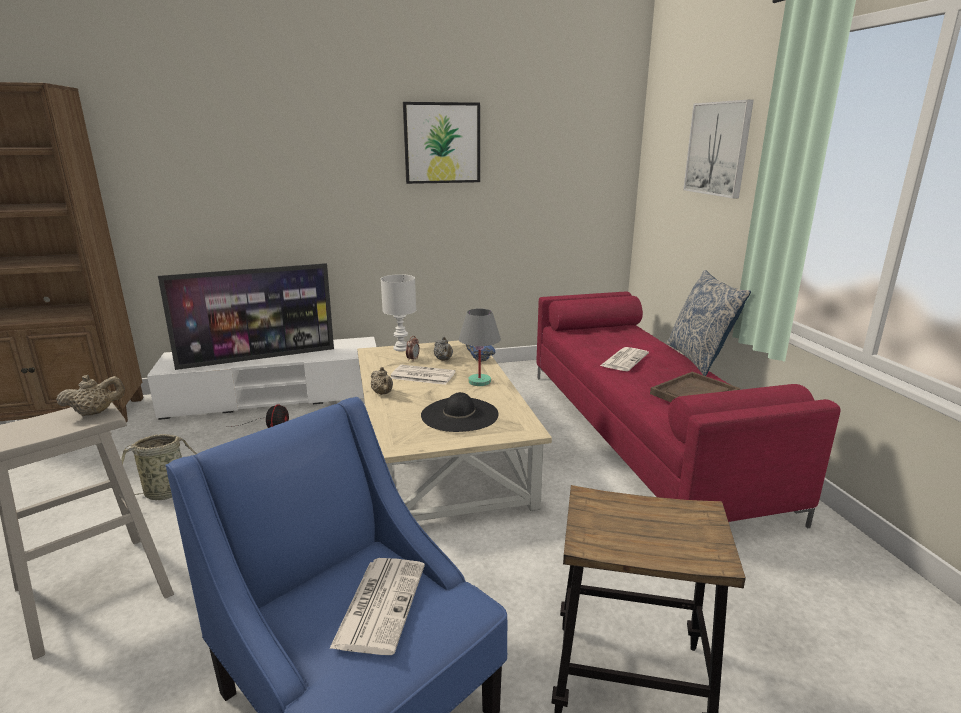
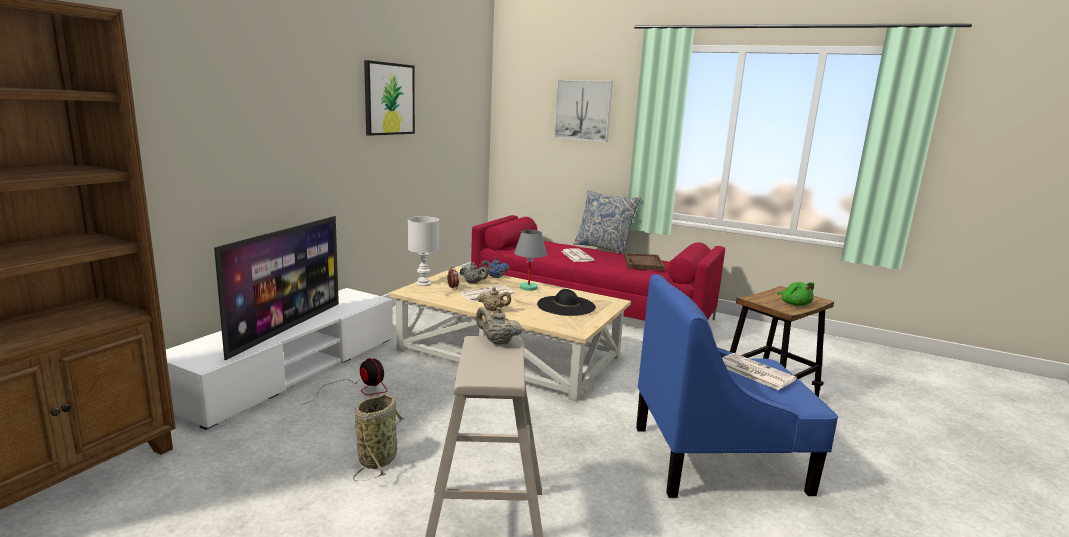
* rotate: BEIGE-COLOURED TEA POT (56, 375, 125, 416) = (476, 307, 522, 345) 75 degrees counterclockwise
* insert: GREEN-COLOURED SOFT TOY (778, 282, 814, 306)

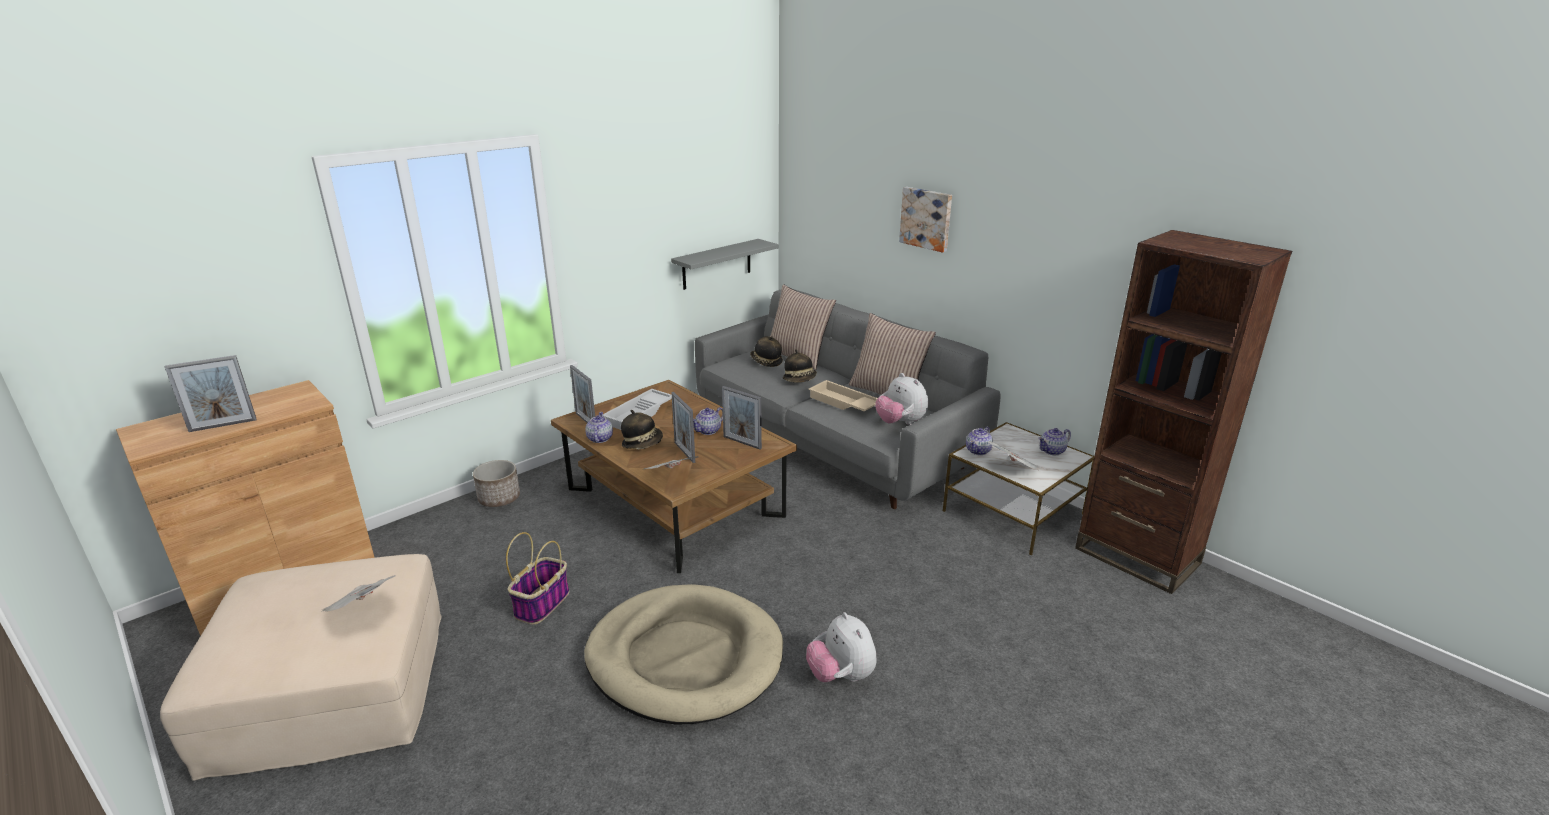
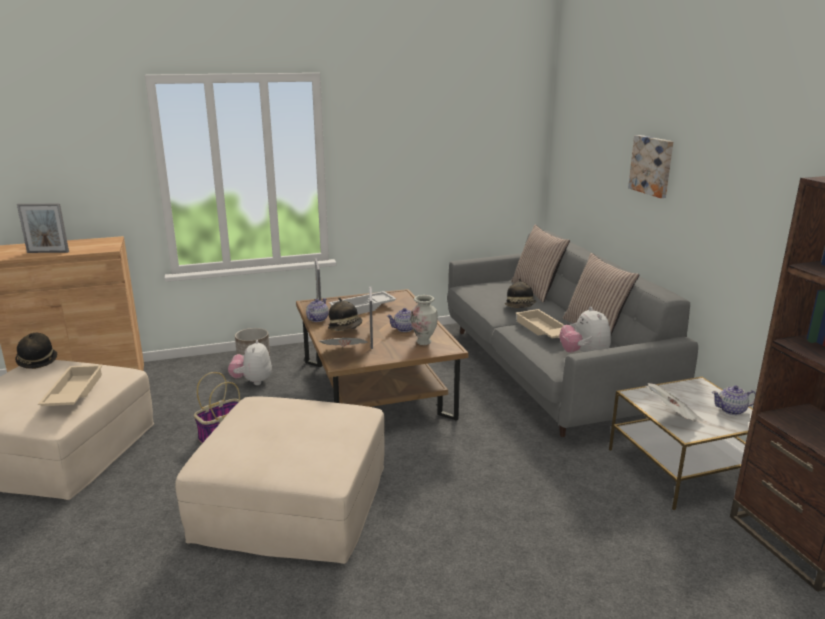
* move: HAT (750, 336, 783, 367) to (15, 333, 57, 369)
* replace: NEWSPAPER (322, 575, 396, 612) to BEIGE-COLOURED SERVING TRAY (38, 365, 102, 406)
* replace: BEIGE-COLOURED DOG BED (584, 584, 783, 724) to BEIGE-COLOURED POUFFE (175, 396, 385, 564)
* move: SOFT TOY (806, 612, 877, 682) to (228, 340, 272, 385)
* replace: PICTURE FRAME (722, 386, 762, 450) to VASE (410, 295, 438, 345)
* delete: GREYISH SHELF (671, 239, 778, 290)
* delete: TEA POT (966, 427, 993, 455)

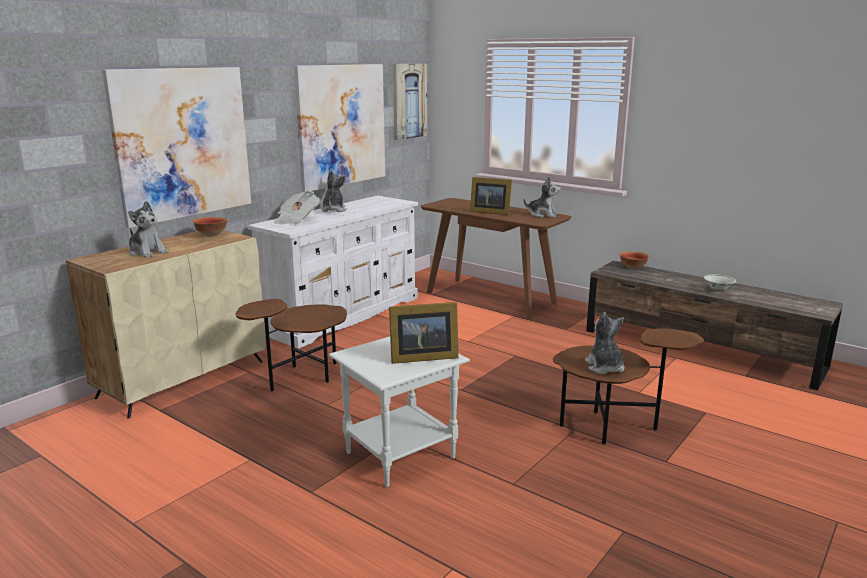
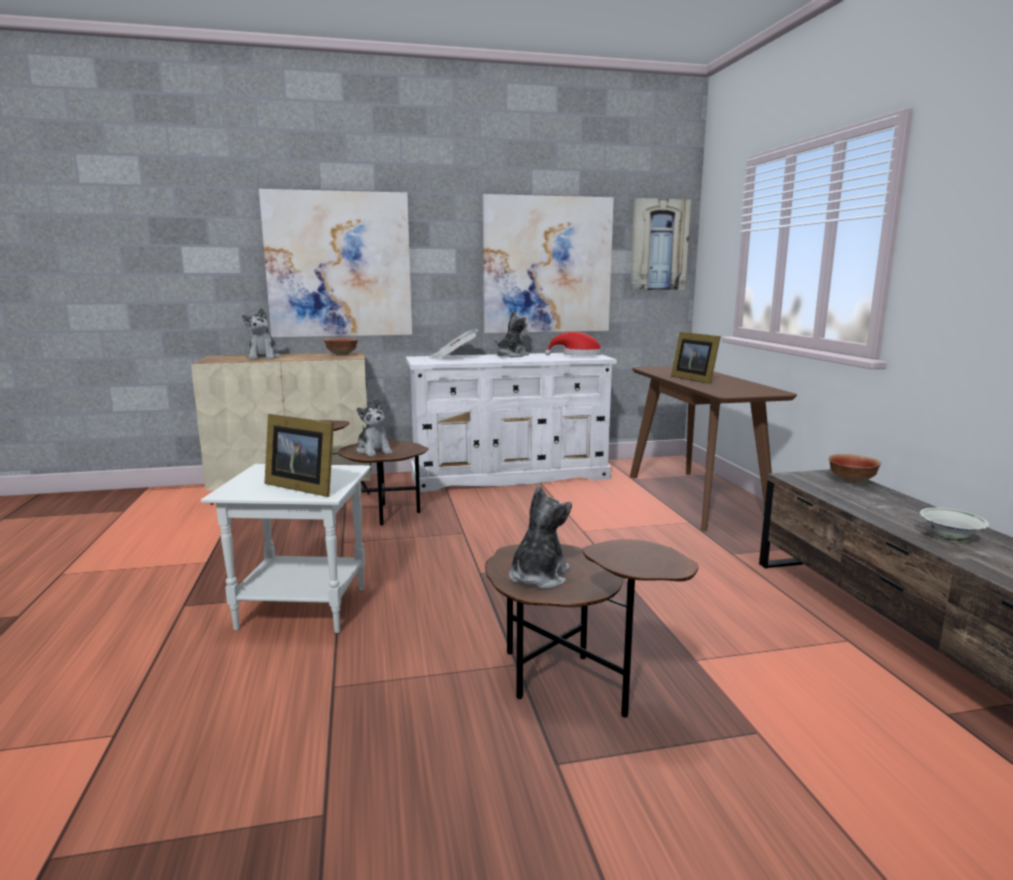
* move: SOFT TOY (523, 177, 561, 218) to (356, 398, 392, 457)
* insert: REDDISH HAT (545, 332, 602, 356)

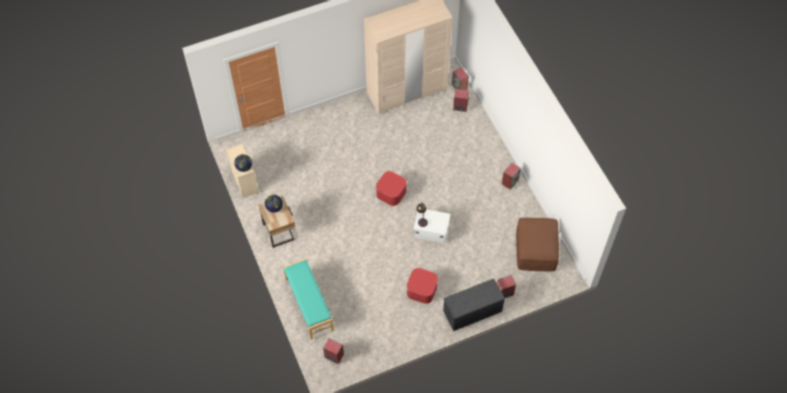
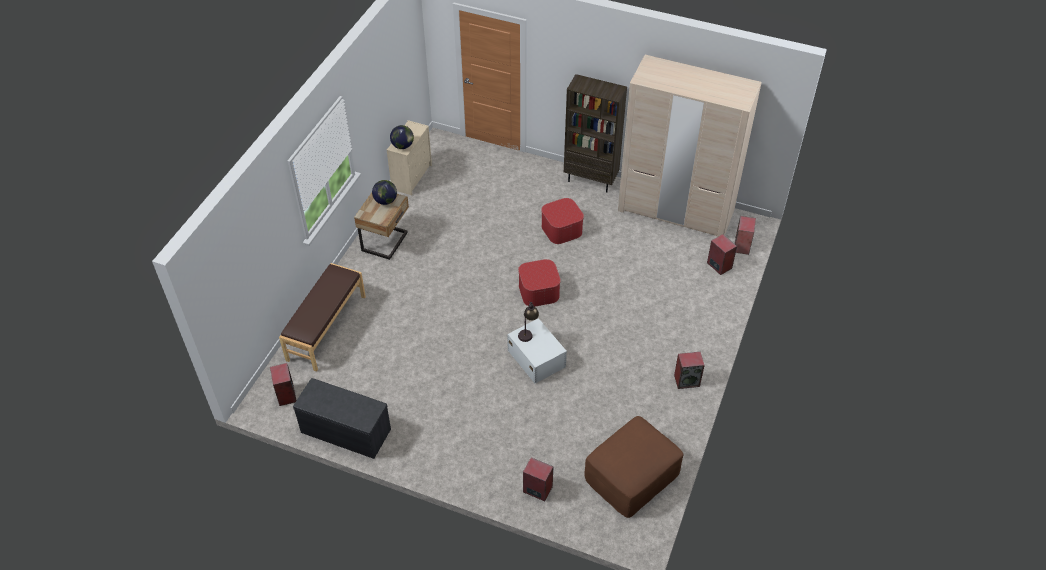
* recolor: TURQUOISE INDOOR BENCH (283, 259, 334, 340) to BROWNISH INDOOR BENCH (279, 263, 366, 372)
* move: GREYISH INDOOR BENCH (443, 279, 505, 331) to (293, 378, 391, 459)
* move: POUFFE (407, 268, 438, 304) to (541, 198, 584, 244)
* insert: BROWNISH SHELVING UNIT (564, 74, 627, 192)

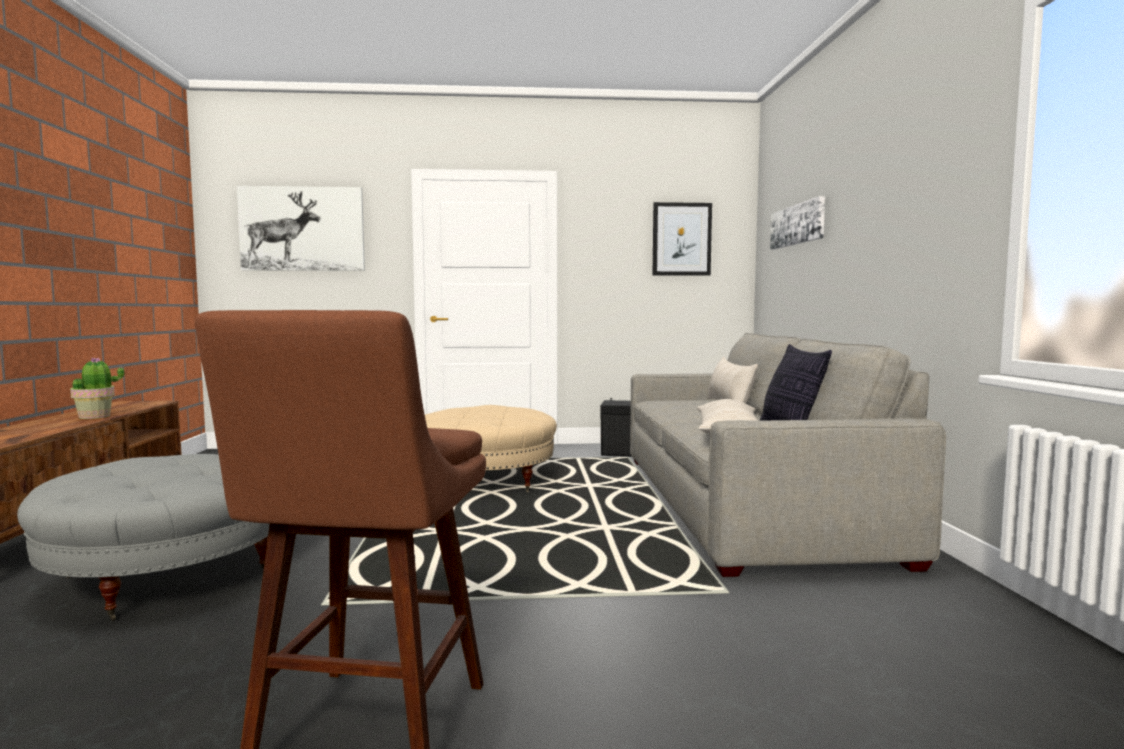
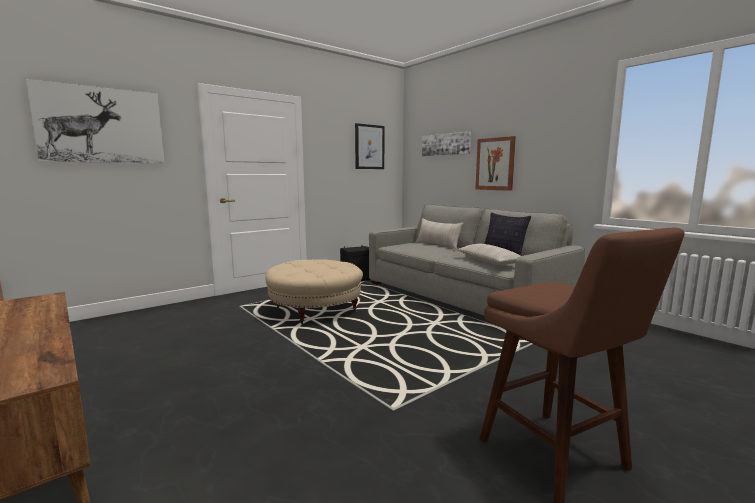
* insert: PICTURE (475, 136, 516, 191)
* delete: GREYISH POUFFE (17, 454, 270, 621)
* delete: HOUSEPLANT (70, 357, 124, 419)

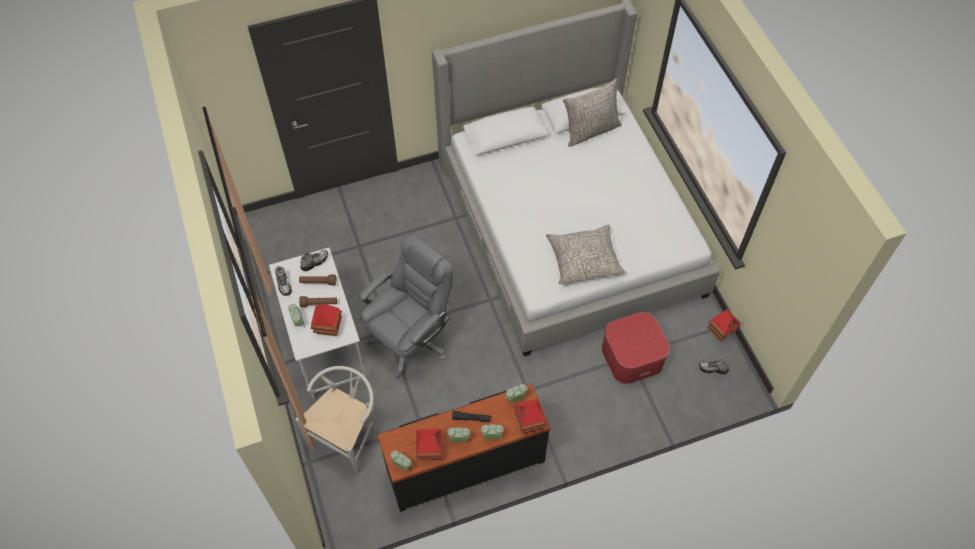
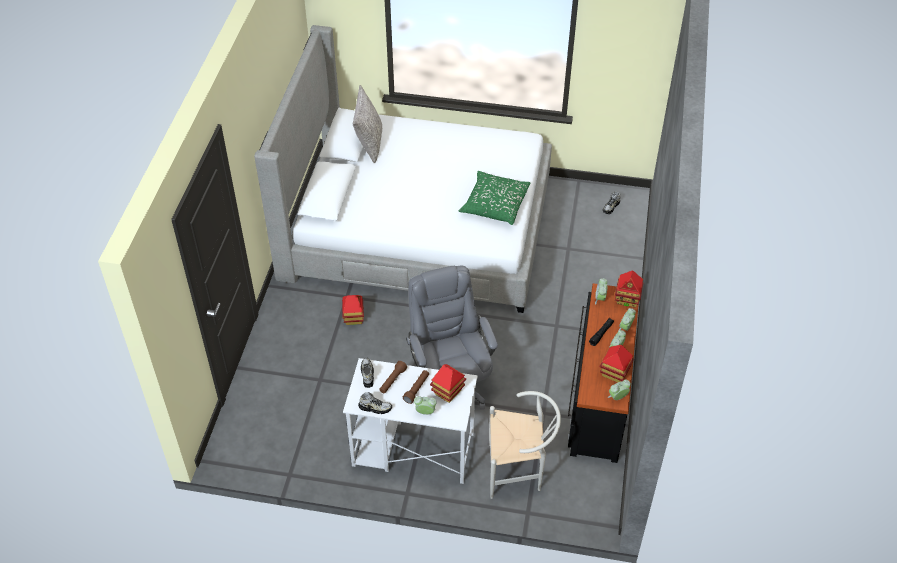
* move: TOY HOUSE (708, 309, 741, 341) to (342, 295, 364, 325)
* recolor: GREYISH THROW PILLOW (546, 225, 625, 284) to GREEN-COLOURED THROW PILLOW (459, 171, 530, 225)
* rotate: WHITE-COLOURED PLAIN CHAIR (295, 366, 377, 474) = (489, 391, 561, 499) 120 degrees clockwise
* delete: POUFFE (602, 312, 670, 384)

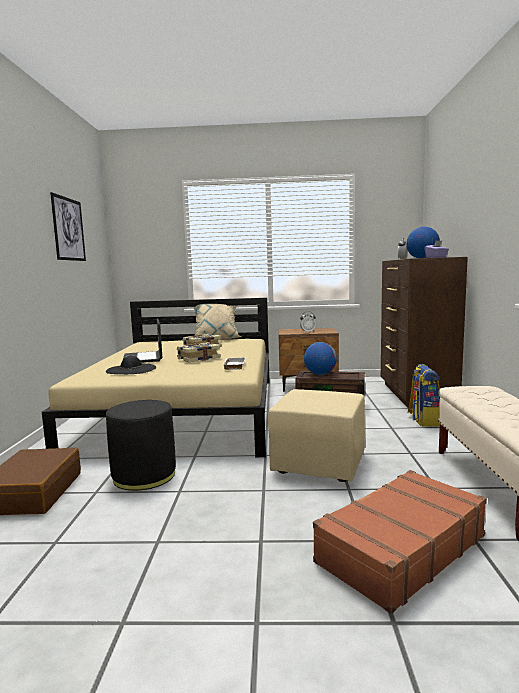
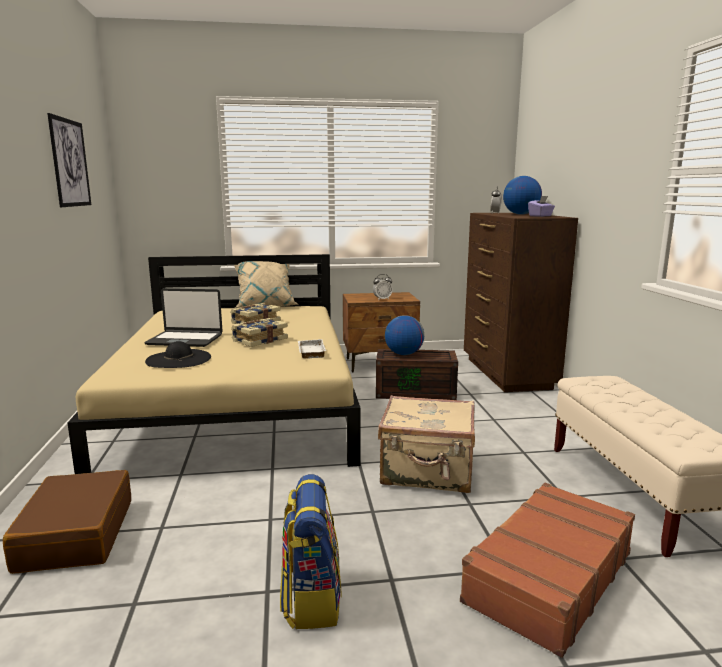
* rotate: NOTEBOOK COMPUTER (123, 319, 163, 363) = (145, 288, 223, 347) 60 degrees counterclockwise
* move: KNAPSACK (408, 364, 440, 427) to (280, 474, 341, 629)
* replace: BEIGE-COLOURED POUFFE (268, 389, 365, 482) to BEIGE-COLOURED SUITCASE (378, 395, 475, 493)
* delete: BLACK POUFFE (106, 400, 176, 491)

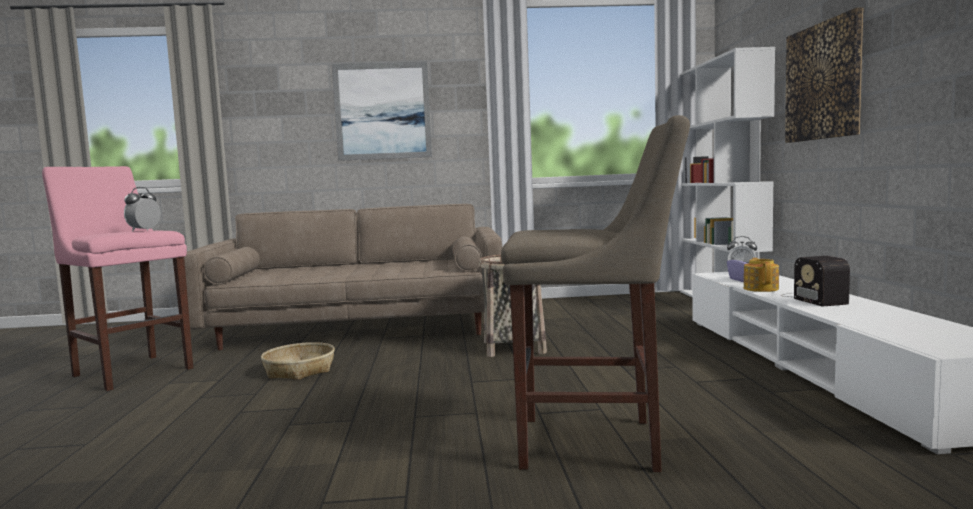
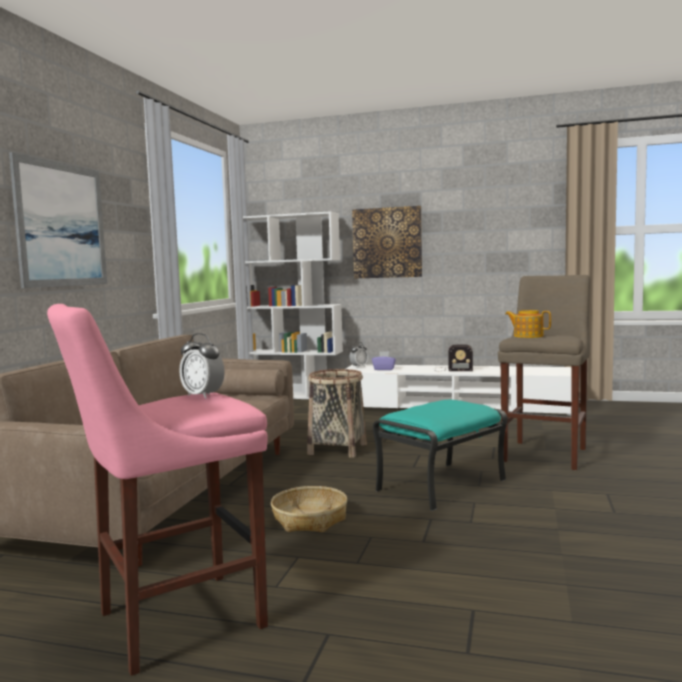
* insert: TURQUOISE POUFFE (373, 400, 508, 511)
* move: TEA POT (744, 258, 779, 292) to (505, 310, 551, 338)

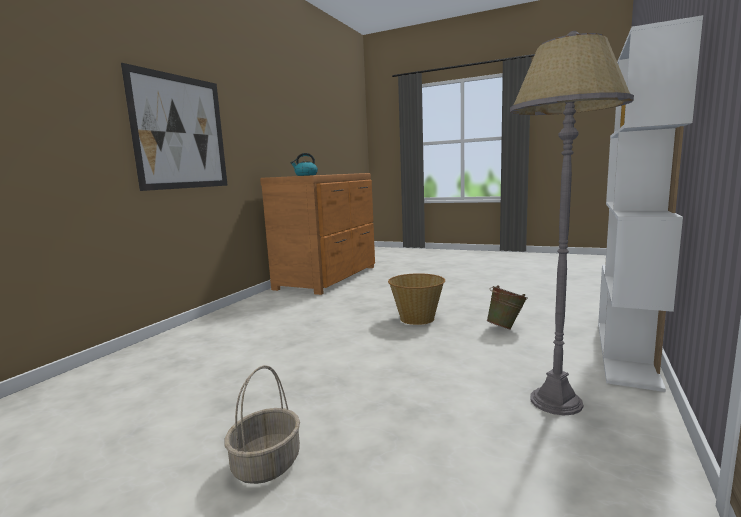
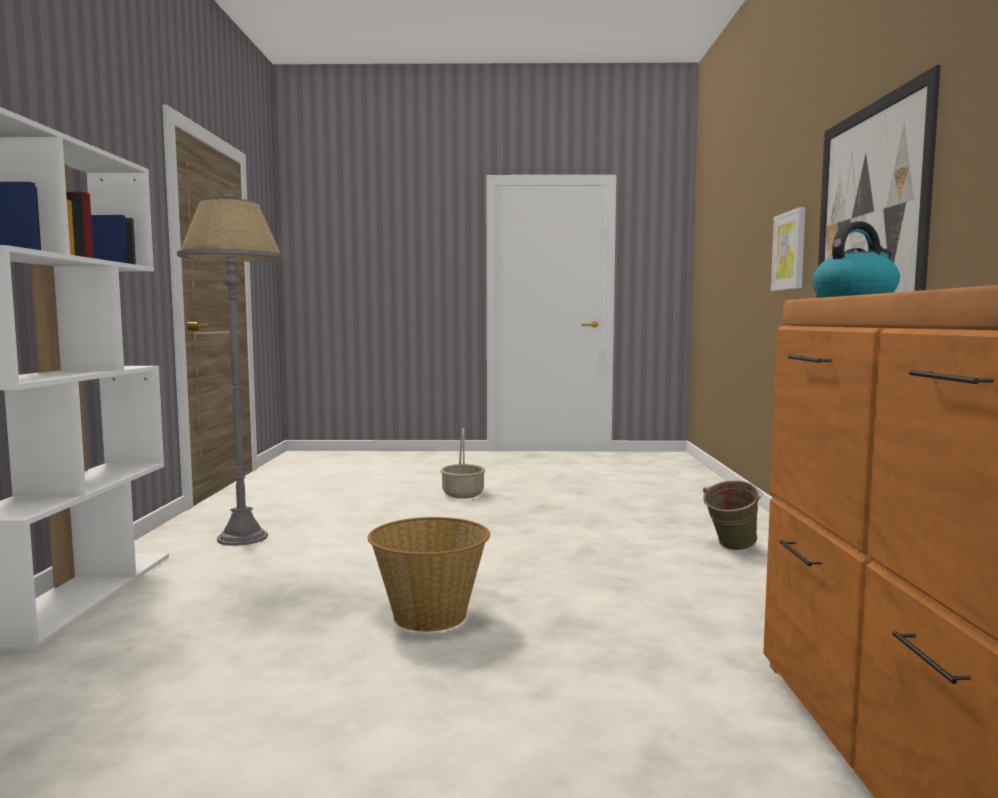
* move: GREEN-COLOURED BUCKET (486, 285, 527, 330) to (703, 480, 762, 550)
* insert: PICTURE (771, 207, 806, 291)

